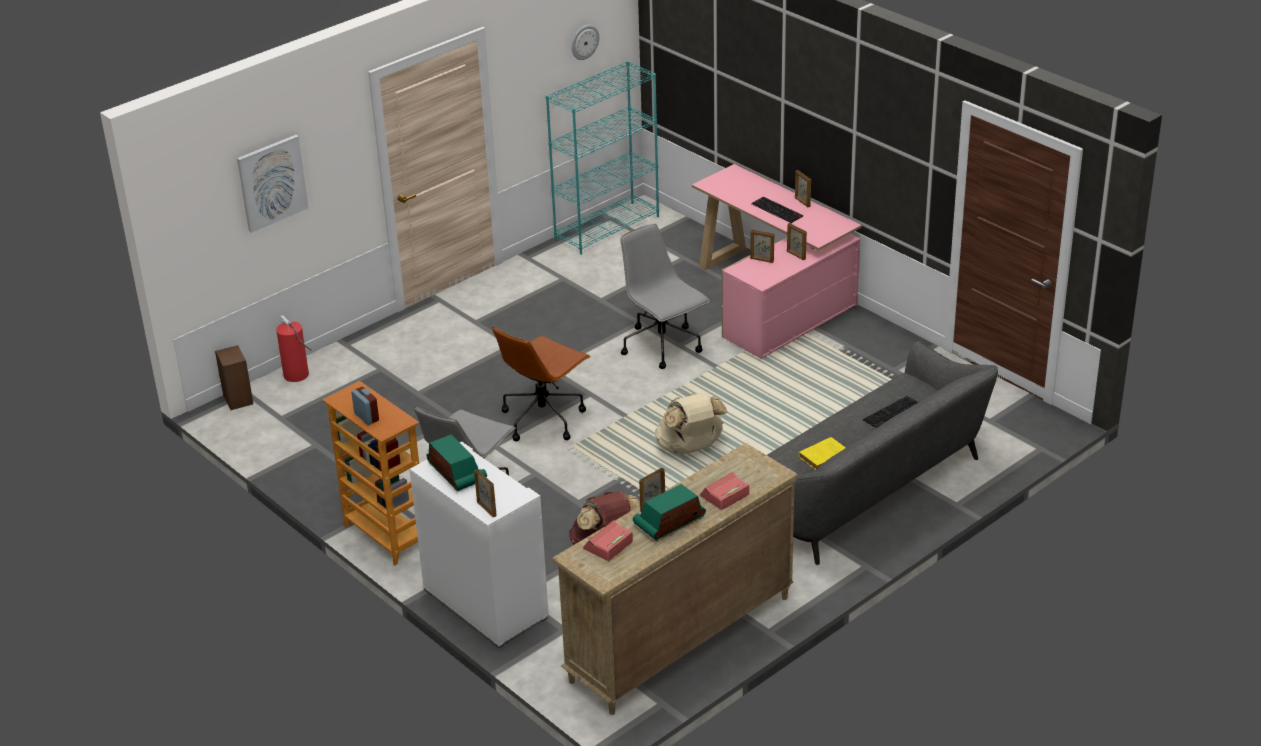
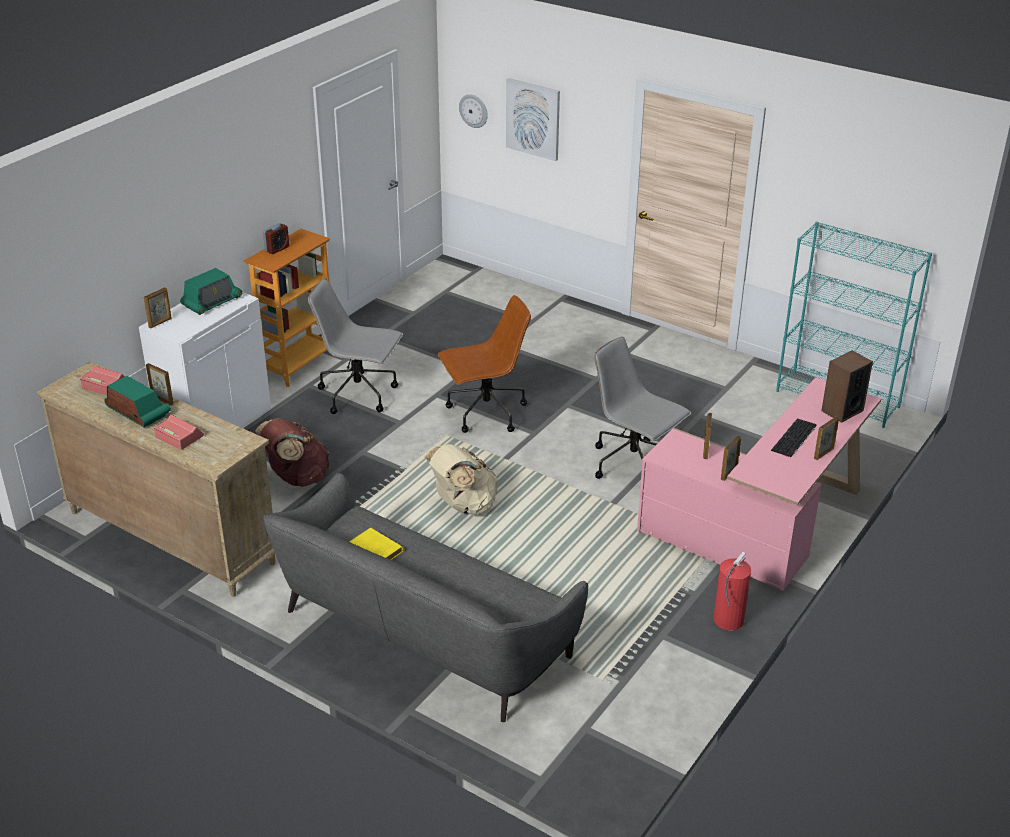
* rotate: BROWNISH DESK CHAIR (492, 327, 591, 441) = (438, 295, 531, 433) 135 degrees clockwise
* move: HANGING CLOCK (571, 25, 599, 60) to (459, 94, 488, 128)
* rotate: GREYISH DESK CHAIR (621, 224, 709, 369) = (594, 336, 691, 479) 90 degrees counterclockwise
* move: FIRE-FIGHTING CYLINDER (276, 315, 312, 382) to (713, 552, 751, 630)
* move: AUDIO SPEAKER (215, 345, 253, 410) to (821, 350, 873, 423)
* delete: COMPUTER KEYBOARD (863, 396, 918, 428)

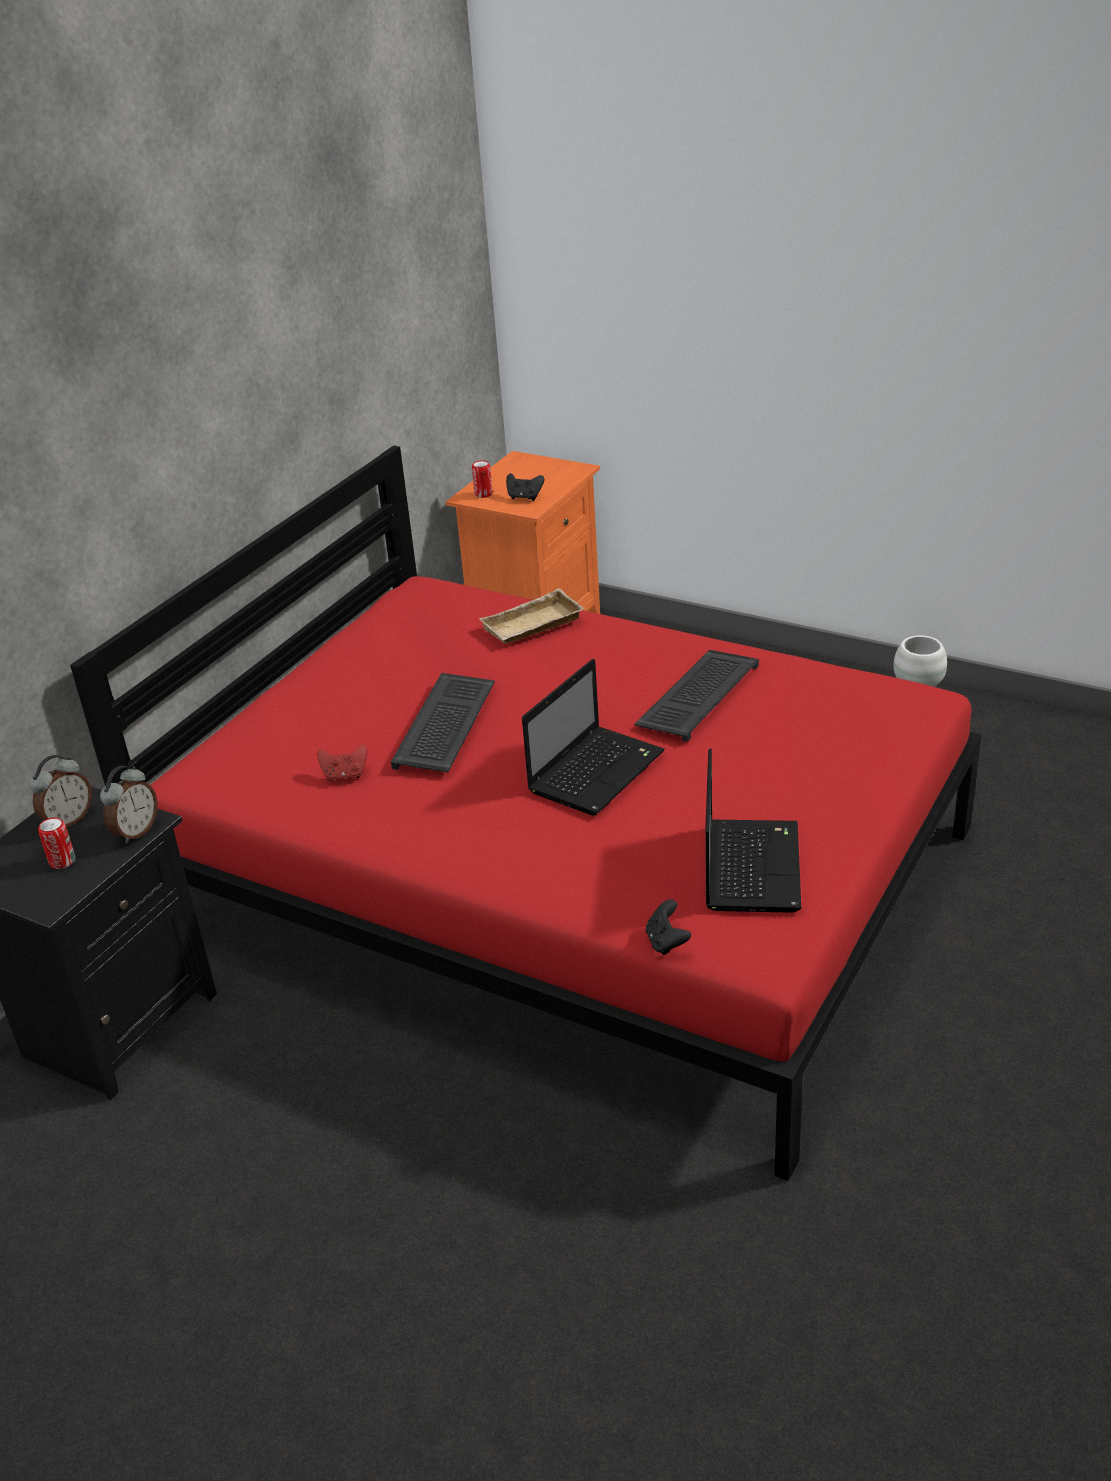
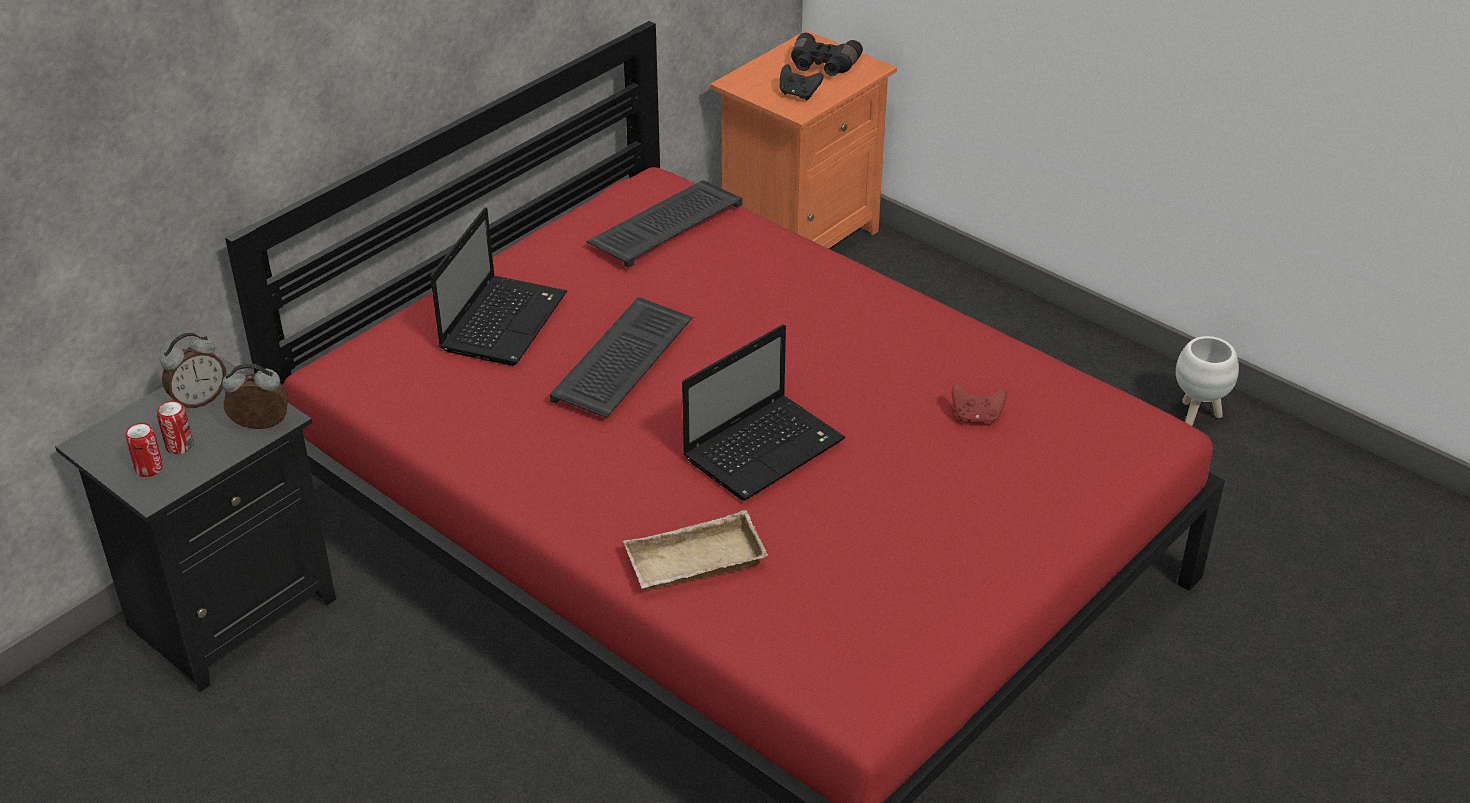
* move: METAL CAN (472, 460, 493, 498) to (125, 423, 163, 477)
* rotate: TABLE CLOCK (100, 766, 158, 844) = (222, 363, 288, 429) 135 degrees counterclockwise
* move: NOTEBOOK COMPUTER (705, 749, 801, 913) to (430, 207, 567, 366)
* move: COMPUTER KEYBOARD (634, 650, 759, 742) to (586, 180, 743, 268)
* move: BEIGE-COLOURED SERVING TRAY (479, 588, 585, 644) to (623, 510, 768, 589)
* insert: BLACK FIELD GLASSES (791, 33, 863, 76)
* move: REDDISH GAMEPAD (317, 744, 367, 781) to (952, 383, 1007, 423)
* delete: BLACK GAMEPAD (646, 899, 691, 955)

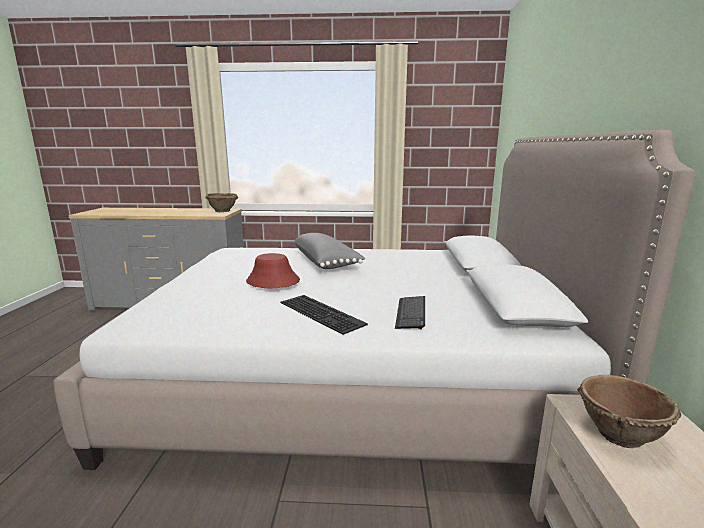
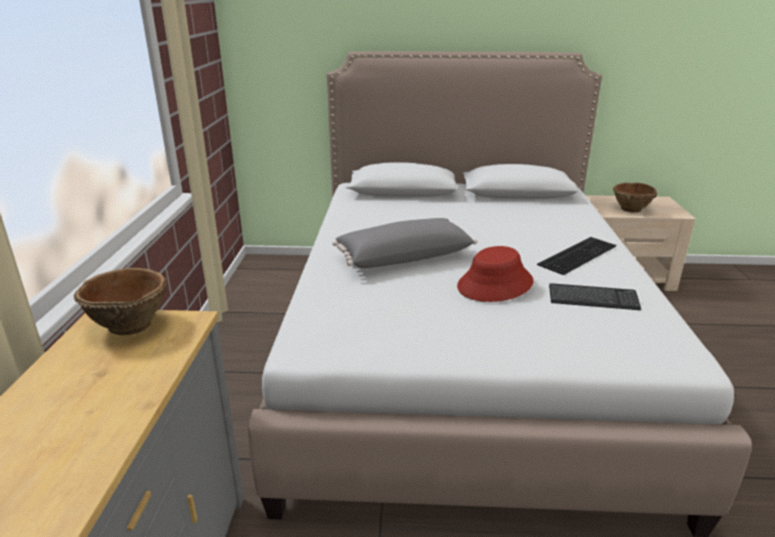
* move: COMPUTER KEYBOARD (395, 296, 425, 329) to (549, 283, 641, 310)

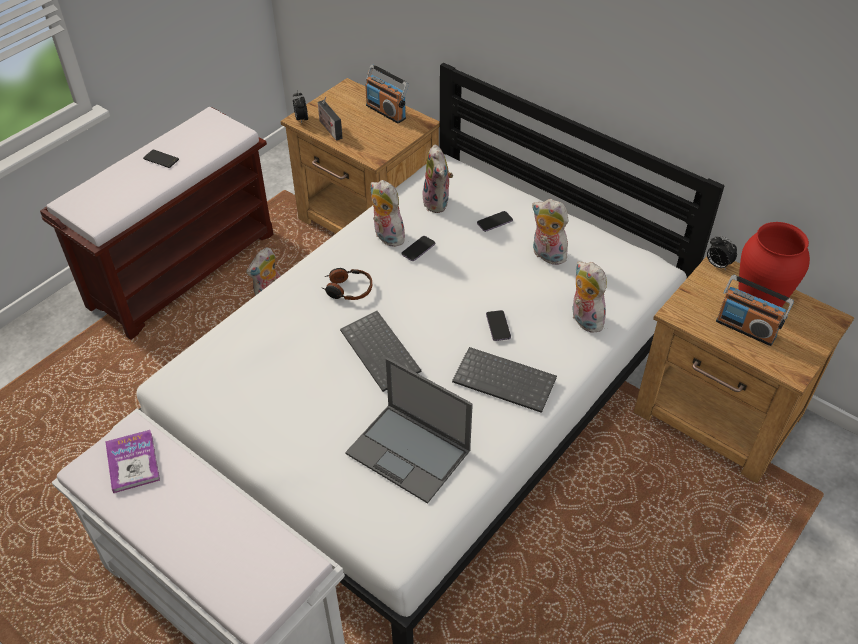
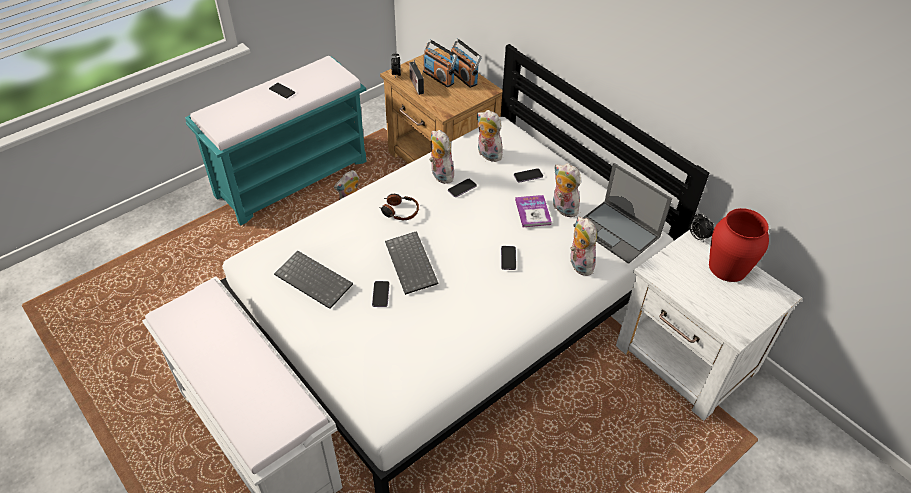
* recolor: BROWNISH INDOOR BENCH (40, 107, 274, 340) to TURQUOISE INDOOR BENCH (185, 56, 366, 225)
* move: COMPUTER KEYBOARD (452, 347, 557, 413) to (274, 250, 353, 309)
* insert: TELEPHONE (372, 281, 389, 307)
* move: RADIO SET (716, 275, 794, 346) to (423, 39, 458, 87)
* rotate: SOFT TOY (423, 145, 453, 213) = (477, 110, 503, 162) 135 degrees clockwise
* move: VOLUME (105, 430, 160, 493) to (515, 195, 552, 227)
* move: NOTEBOOK COMPUTER (345, 357, 473, 504) to (573, 163, 672, 264)
* recolor: BROWNISH NIGHT TABLE (634, 256, 854, 483) to WHITE-COLOURED NIGHT TABLE (616, 230, 803, 421)

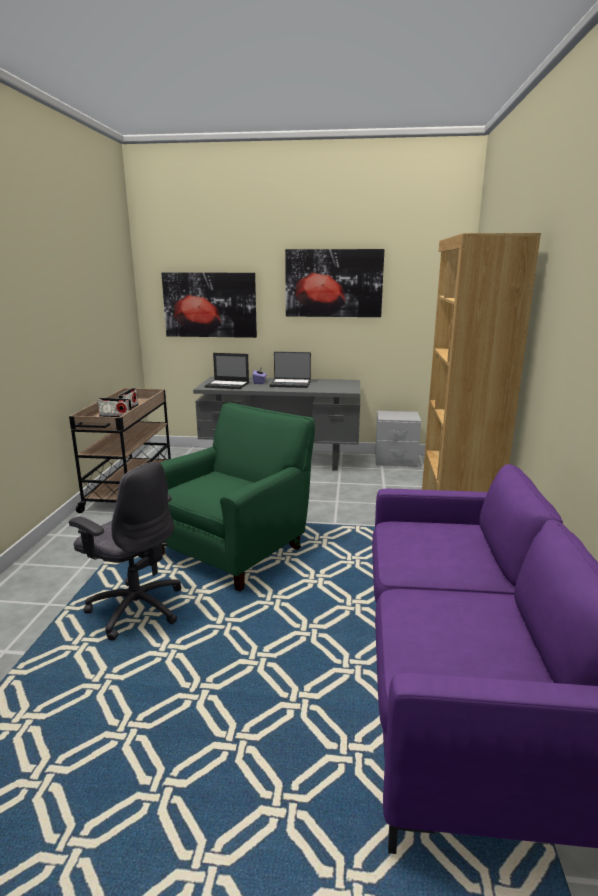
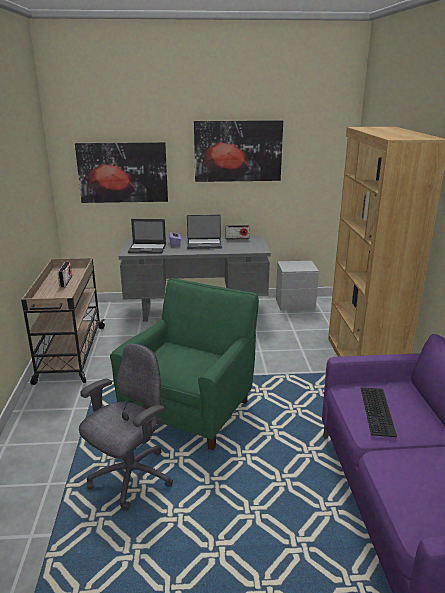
* rotate: GREYISH DESK CHAIR (69, 462, 181, 641) = (79, 343, 173, 510) 75 degrees counterclockwise
* move: RADIO SET (97, 398, 132, 417) to (226, 225, 250, 240)
* insert: COMPUTER KEYBOARD (361, 387, 397, 437)

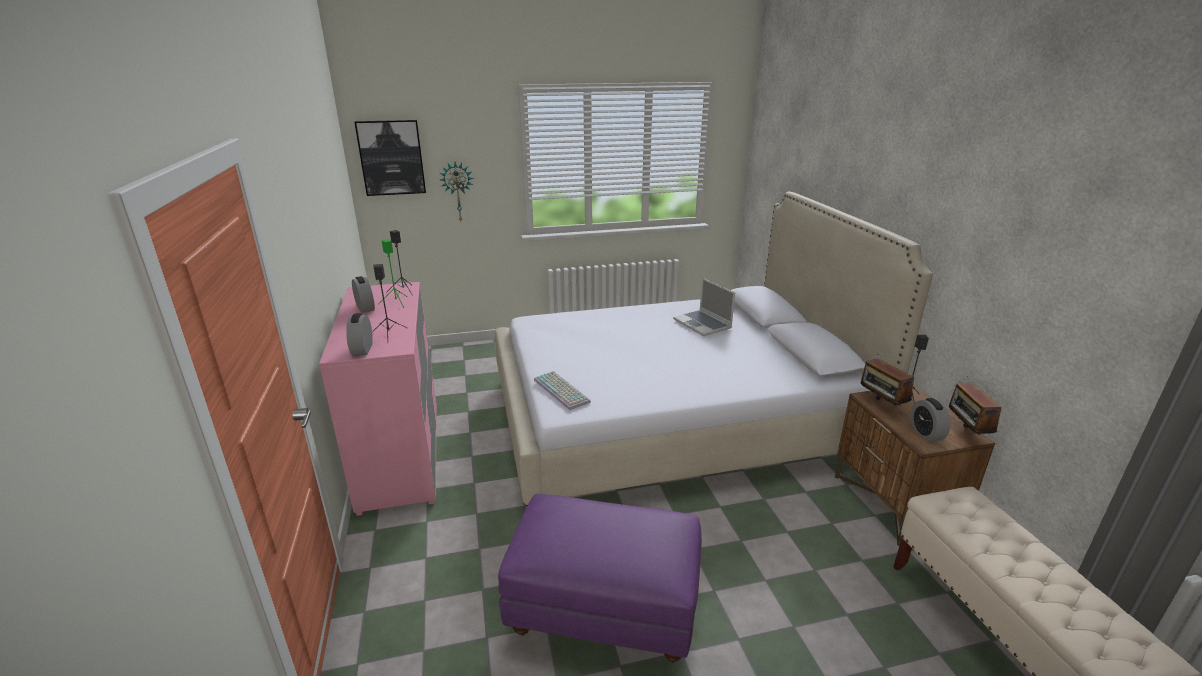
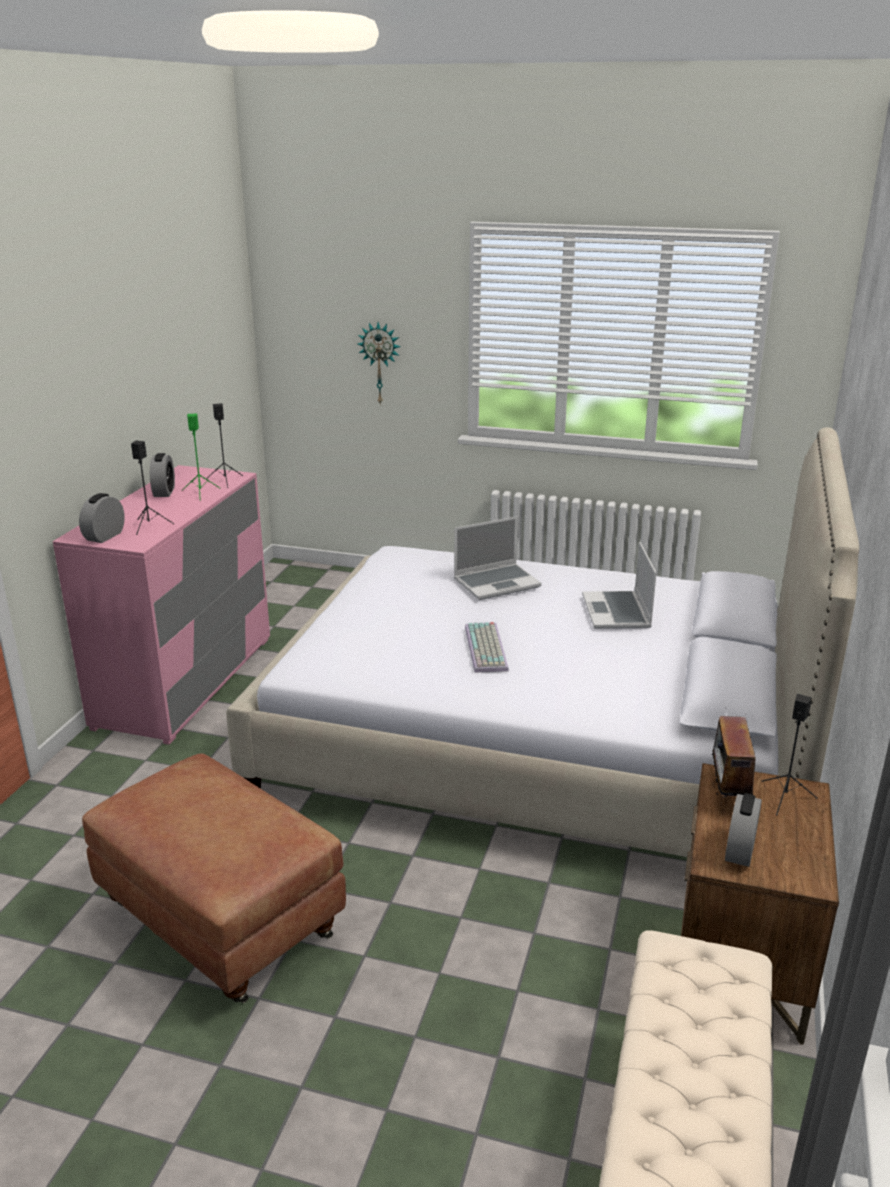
* recolor: PURPLE POUFFE (498, 494, 702, 663) to BROWNISH POUFFE (82, 753, 346, 1003)
* insert: NOTEBOOK COMPUTER (454, 516, 542, 600)
* move: COMPUTER KEYBOARD (534, 371, 591, 410) to (465, 622, 509, 673)
* delete: PICTURE (354, 120, 426, 196)
* delete: RADIO SET (949, 376, 1002, 435)

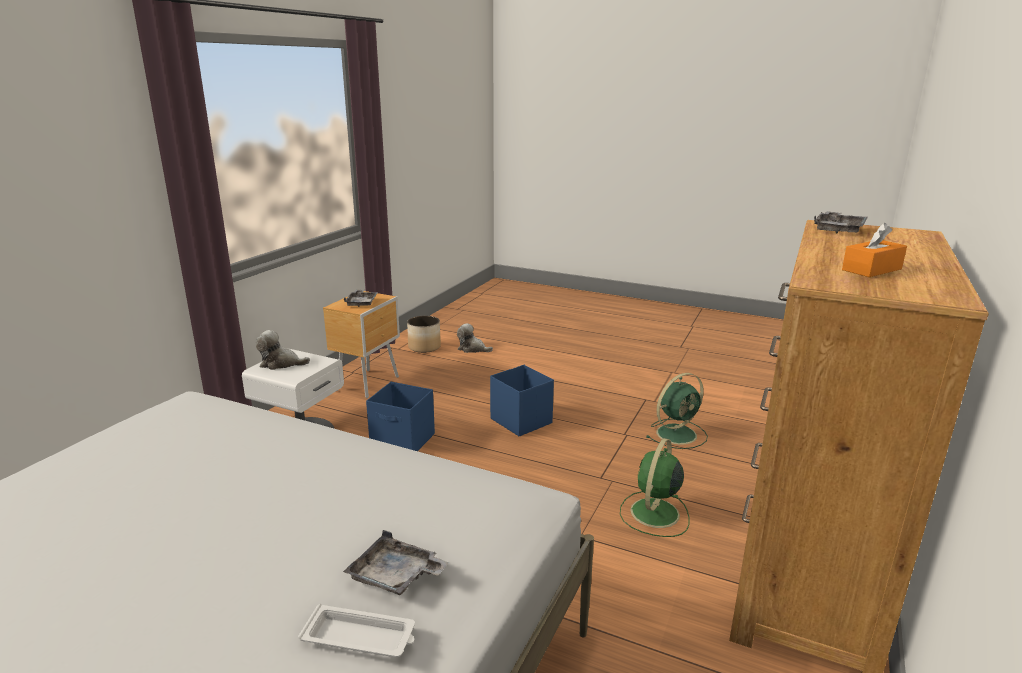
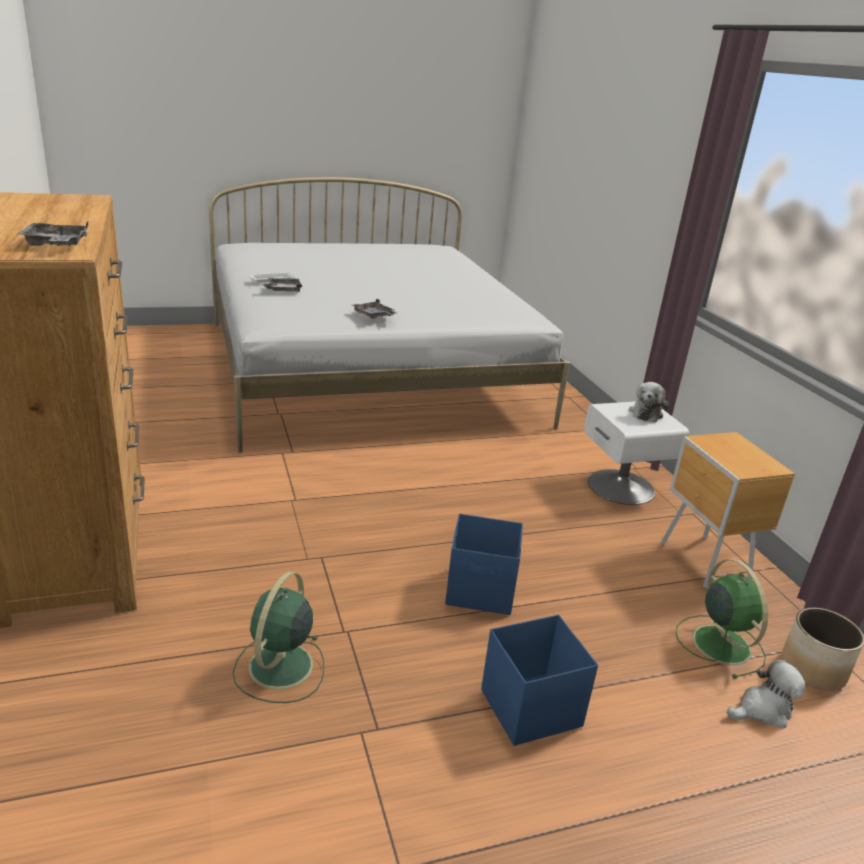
* move: GREYISH SERVING TRAY (344, 290, 378, 307) to (352, 299, 398, 319)
* move: BLUISH STORAGE BIN (366, 382, 435, 451) to (481, 615, 598, 746)
* rotate: SOFT TOY (256, 330, 310, 370) = (629, 382, 669, 423) 150 degrees clockwise
* move: GREEN-COLOURED FAN (620, 438, 689, 537) to (675, 559, 768, 679)
* delete: ORANGE-COLOURED BOX OF TISSUES (842, 223, 907, 277)

